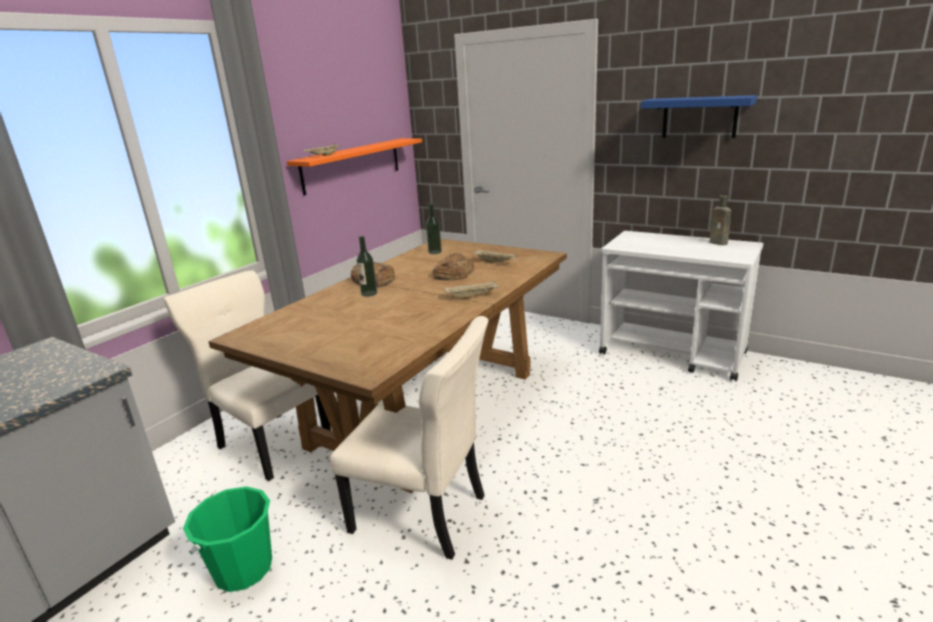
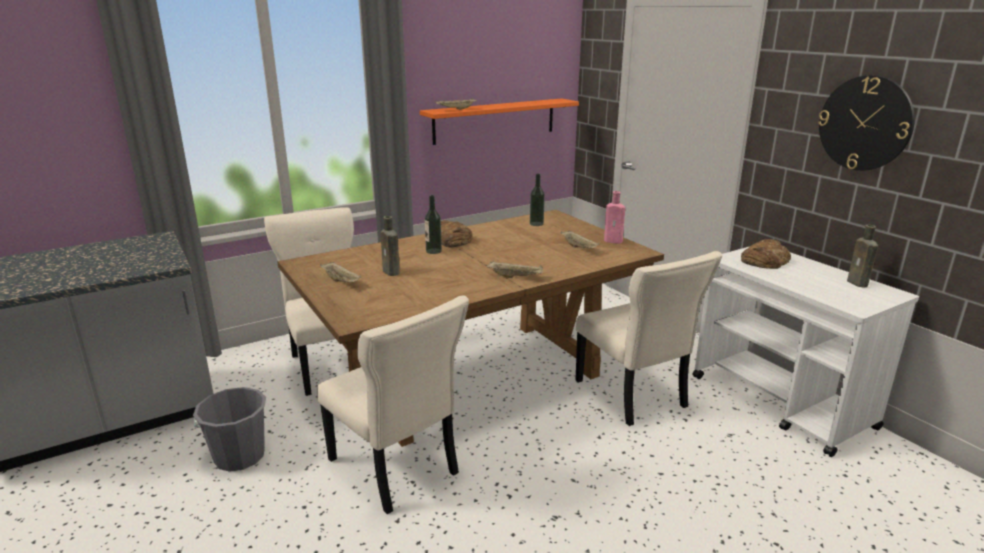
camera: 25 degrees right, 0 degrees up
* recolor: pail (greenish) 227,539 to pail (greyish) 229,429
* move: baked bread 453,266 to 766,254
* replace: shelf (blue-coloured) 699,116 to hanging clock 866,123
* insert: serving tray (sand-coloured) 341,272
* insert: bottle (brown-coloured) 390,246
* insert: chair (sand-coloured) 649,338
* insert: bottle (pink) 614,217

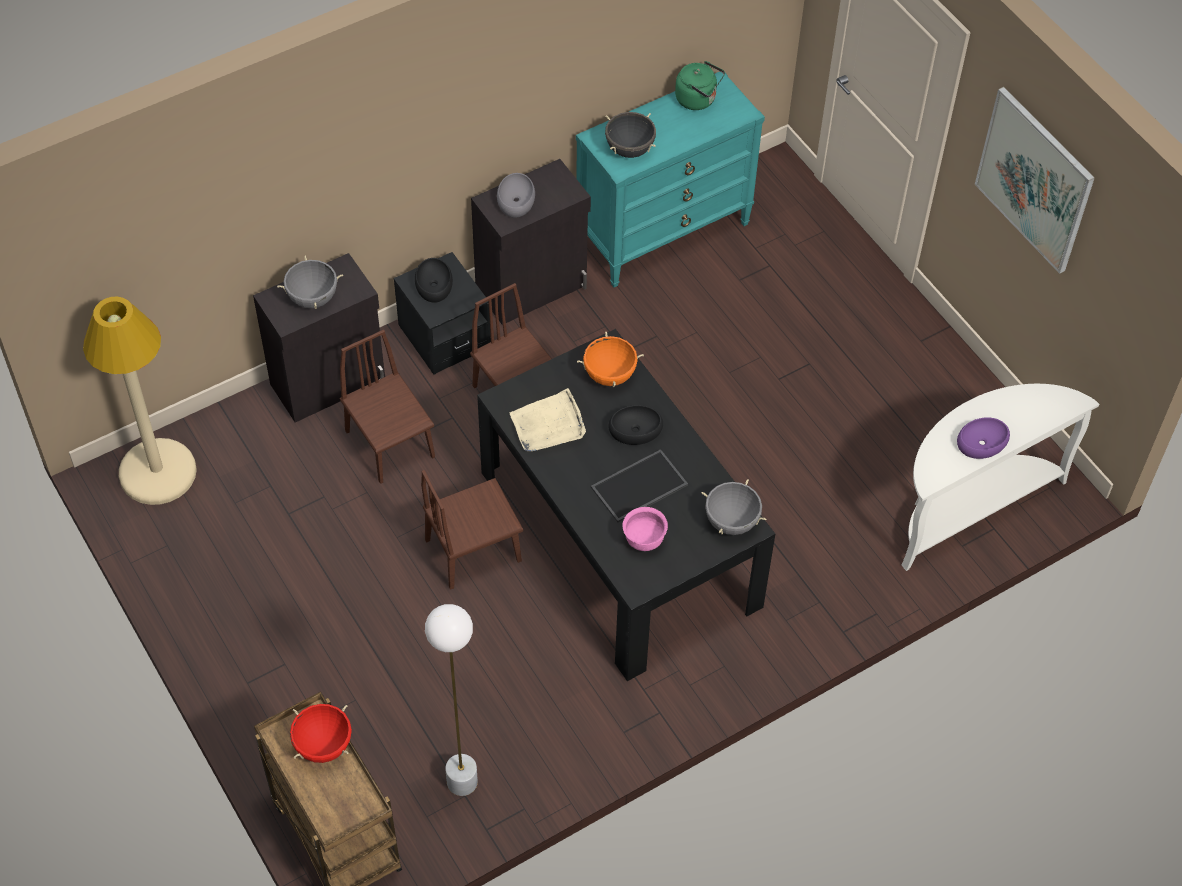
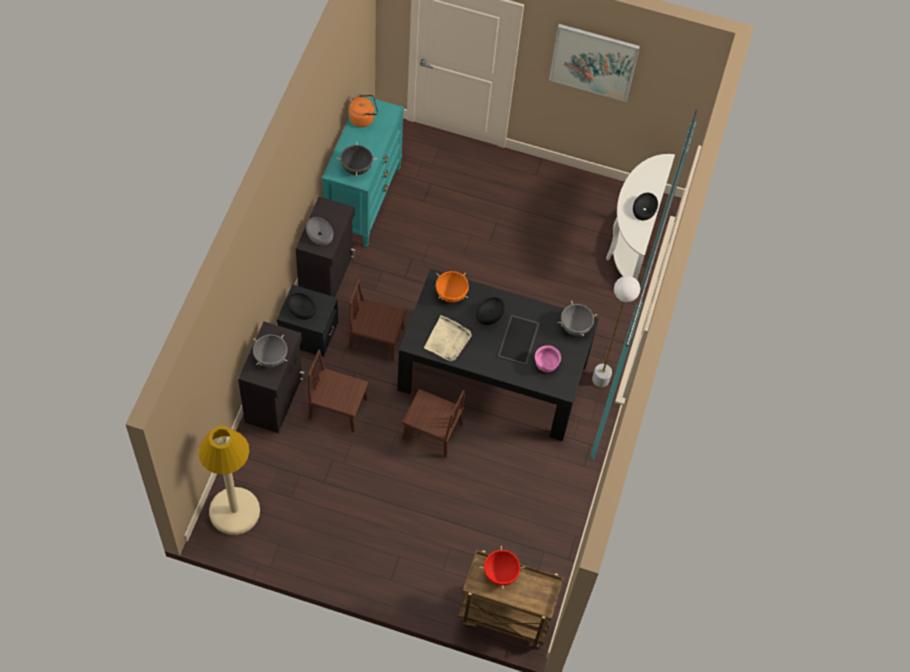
camera: 45 degrees left, 5 degrees up
* rotate: chair (brown-coloured) 472,530 = 433,423 90 degrees counterclockwise
* move: floor lamp (whitish) 451,700 to 616,331
* recolor: kettle (greenish) 700,85 to kettle (orange) 363,110
* recolor: serving bowl (purplish) 983,438 to serving bowl (black) 645,206

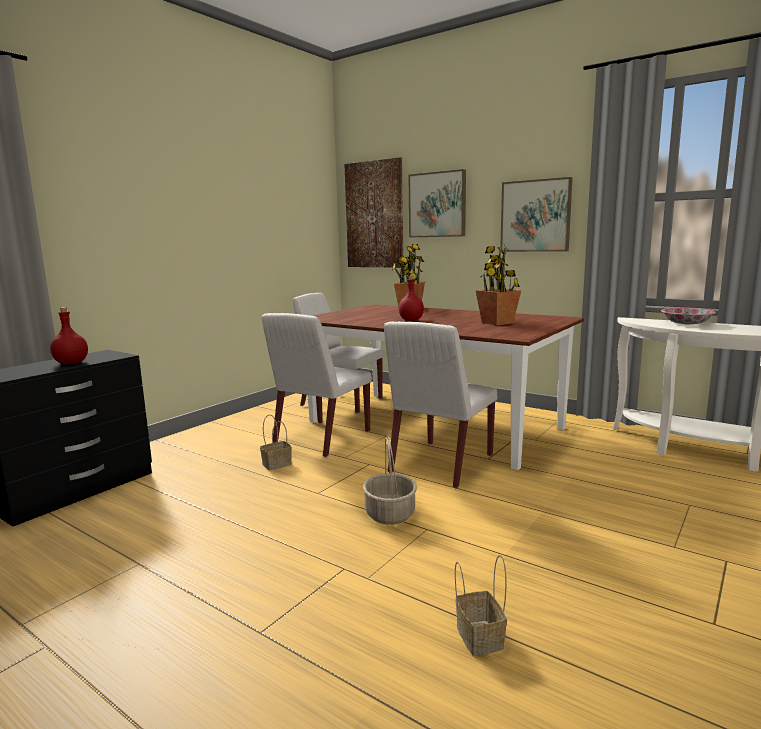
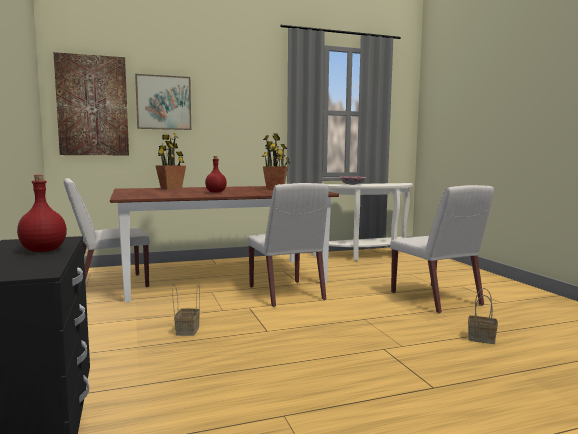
camera: 55 degrees left, 5 degrees down
* move: chair (whitish) 317,385 to 442,249
* delete: basket 390,480
* delete: picture 536,214

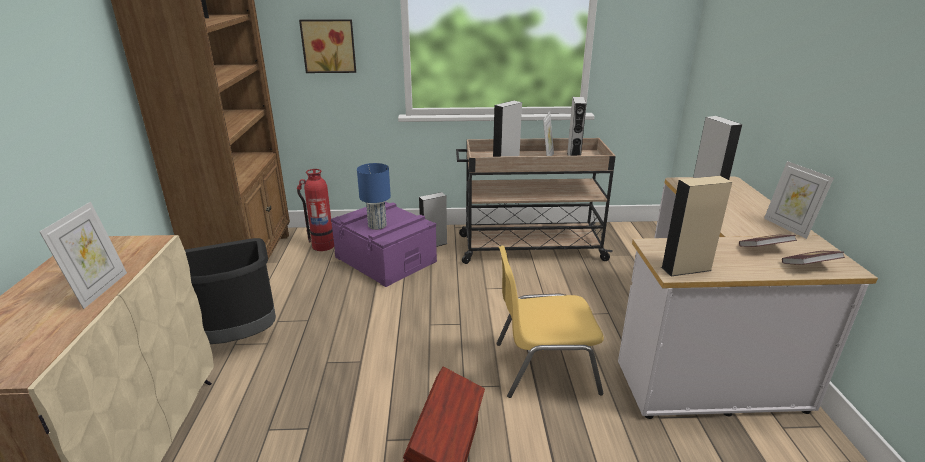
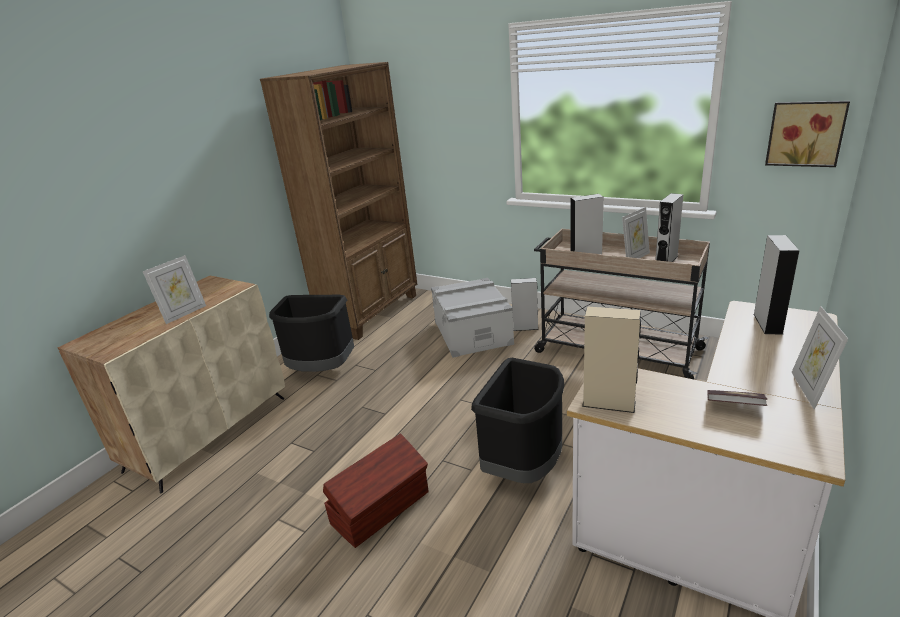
camera: 35 degrees right, 0 degrees up
* delete: fire-fighting cylinder 315,210
* move: picture 327,46 to 807,134
* recolor: storage box (purplish) 384,244 to storage box (greyish) 472,318
* delete: table lamp (blue-coloured) 374,196
* replace: chair (yellow) 550,321 to waste bin (black) 517,420
* delete: bound book 813,258

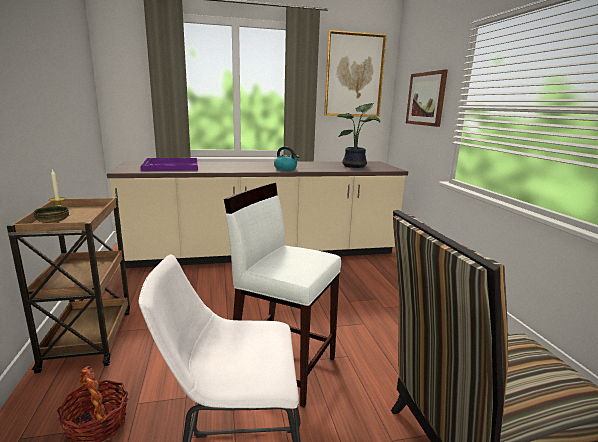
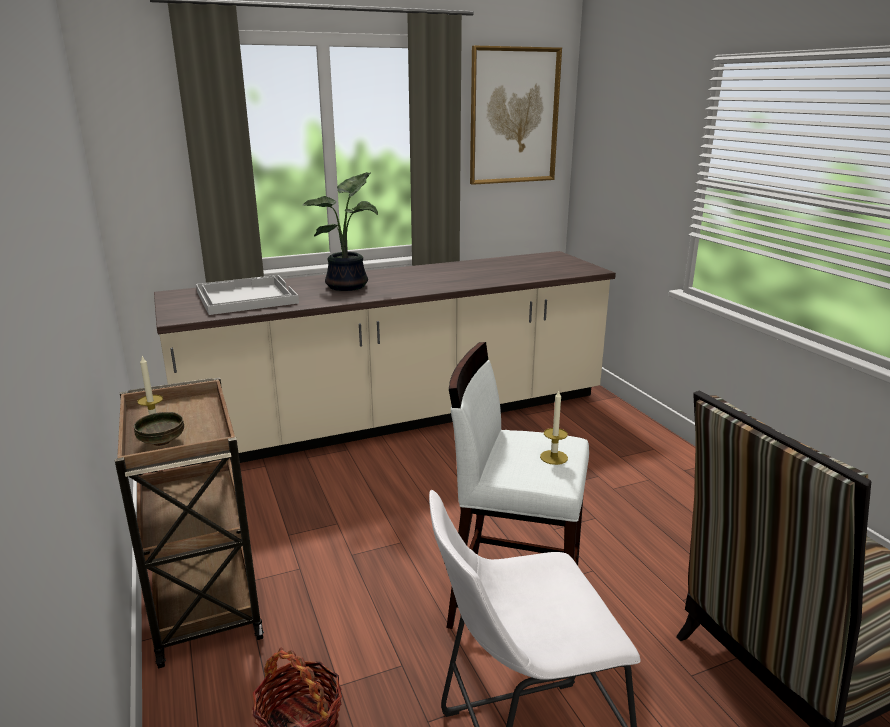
camera: 10 degrees left, 5 degrees up
* recolor: serving tray (purplish) 169,164 to serving tray (whitish) 247,295
* delete: kettle 286,158
* move: plant in a pot 358,135 to 340,231
* delete: picture 427,98
* insert: wax candle 554,427

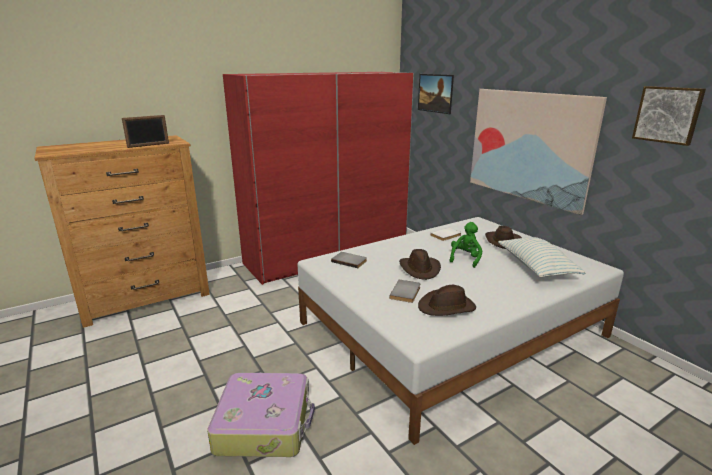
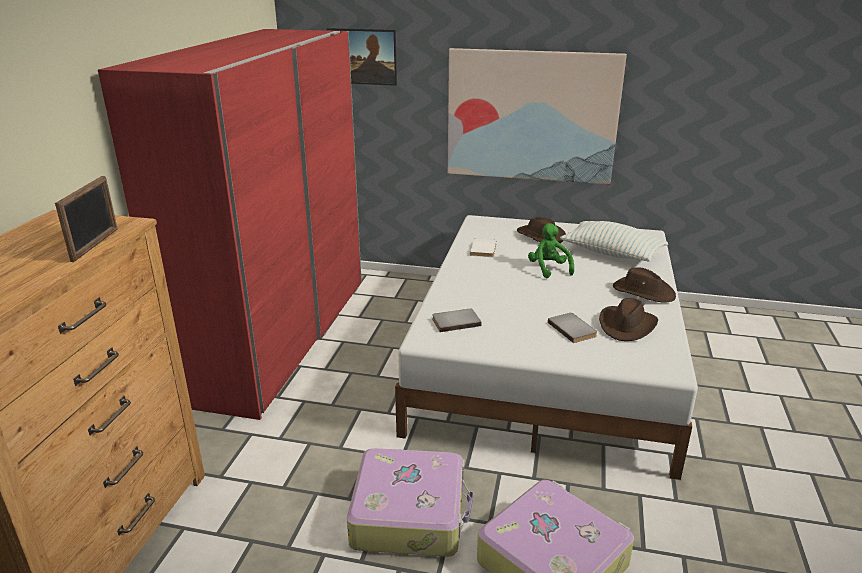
camera: 45 degrees left, 5 degrees up
* move: wearable hat (brown-coloured) 420,264 to 644,285
* delete: picture 669,116
* insert: suitcase 410,502

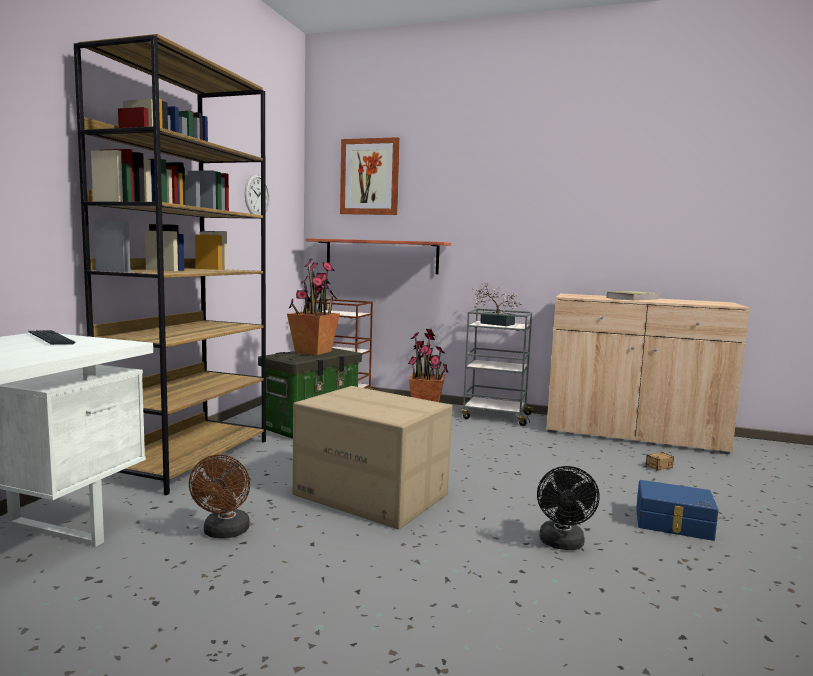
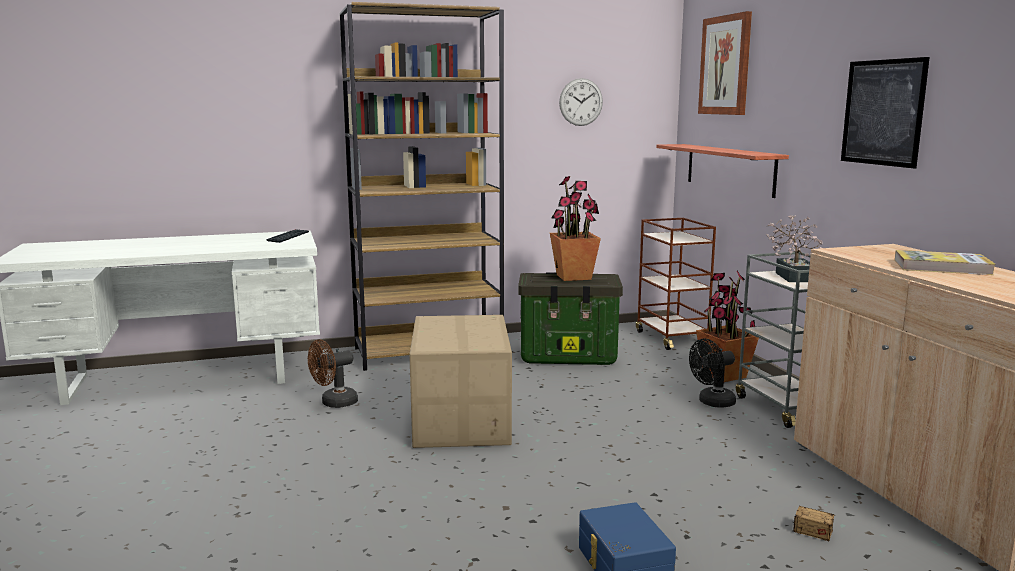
camera: 55 degrees right, 5 degrees up
* move: electric fan (black) 568,508 to 712,373
* insert: picture 885,112

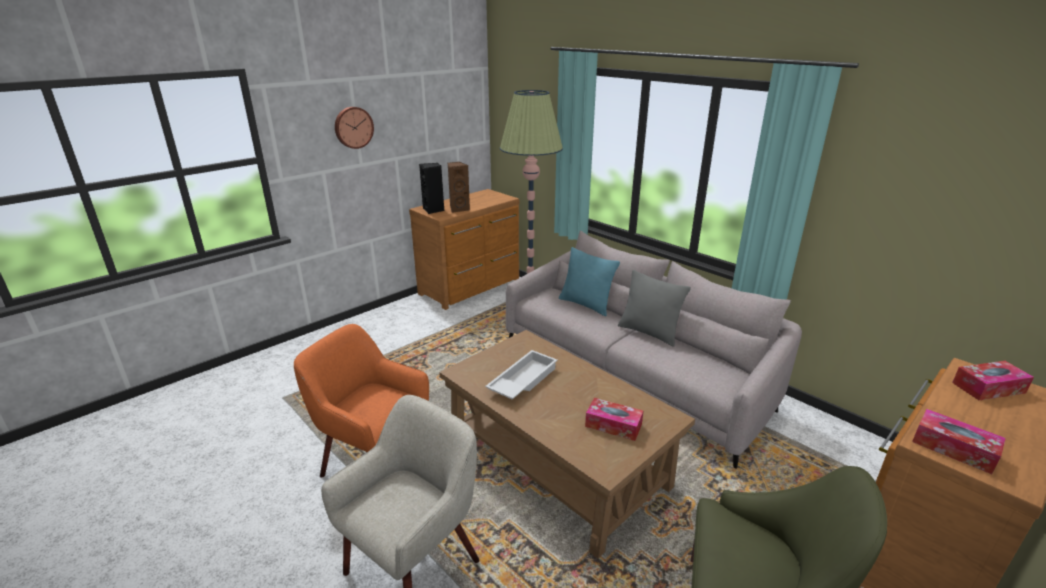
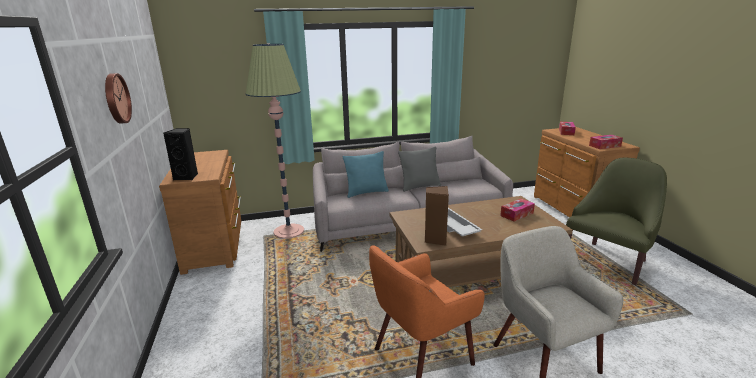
camera: 60 degrees left, 5 degrees down
* move: audio speaker (brown-coloured) 459,187 to 437,216

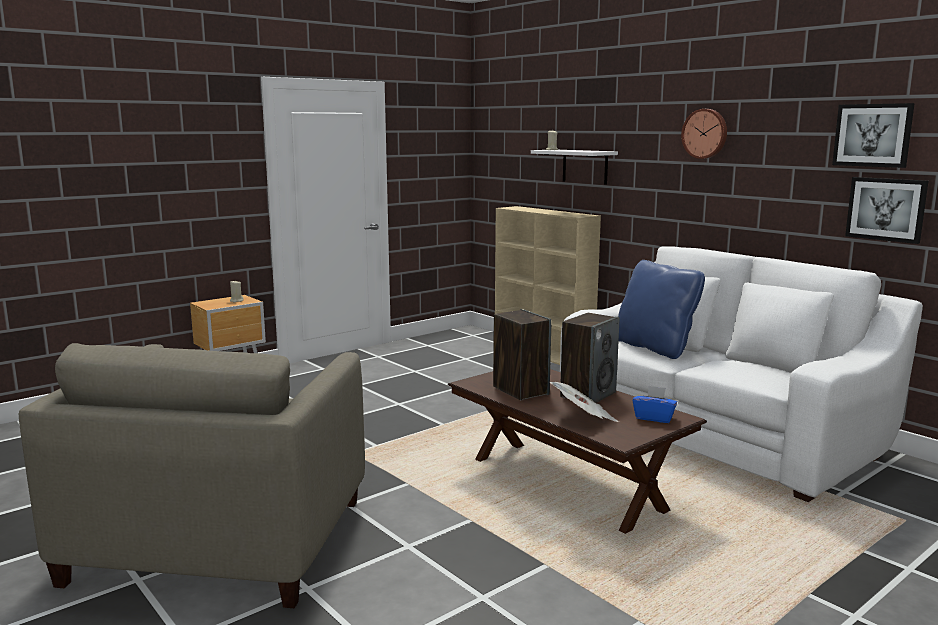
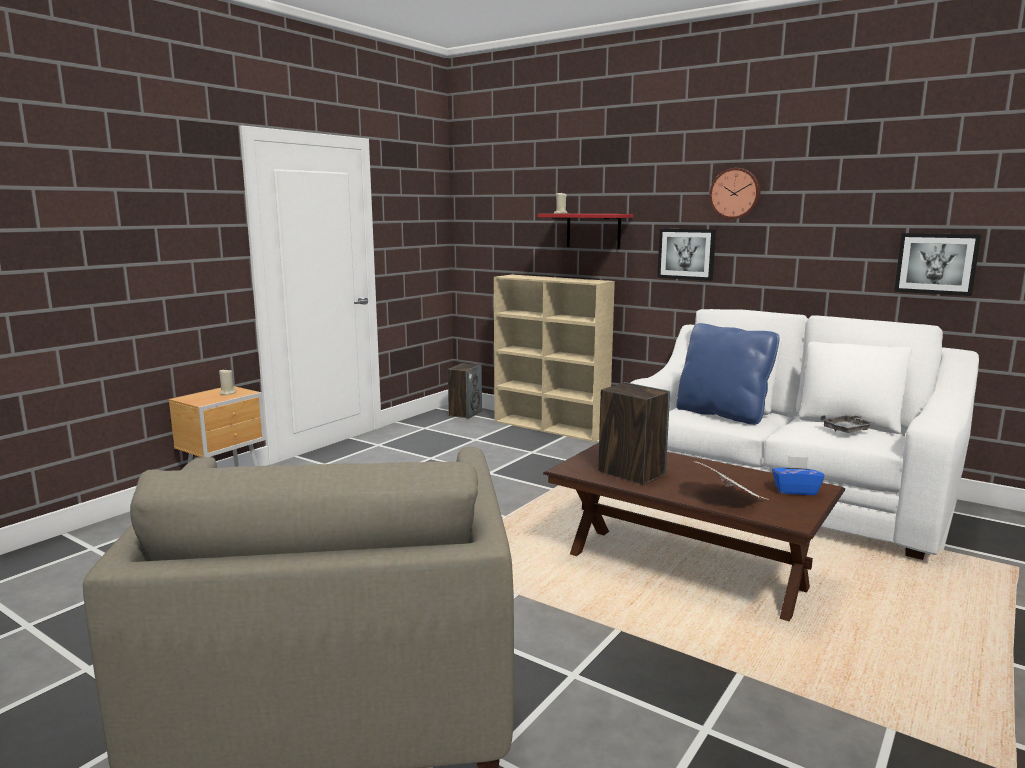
camera: 15 degrees left, 0 degrees up
* recolor: shelf (whitish) 574,167 to shelf (red) 585,231
* move: audio speaker 590,358 to 465,391
* move: picture 873,135 to 686,255
* insert: serving tray (greyish) 848,424

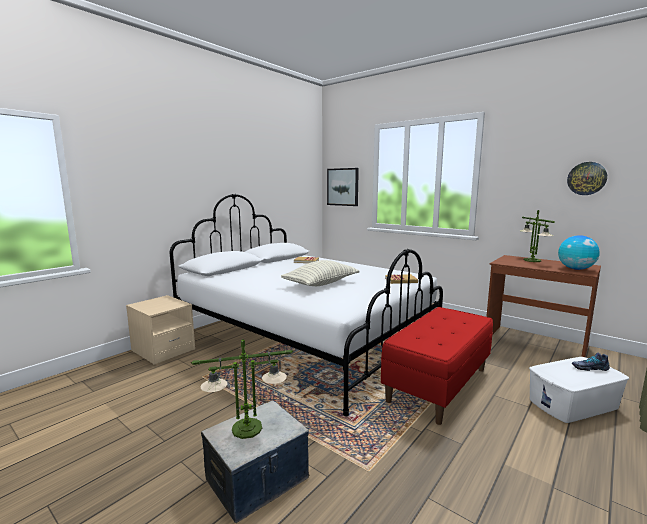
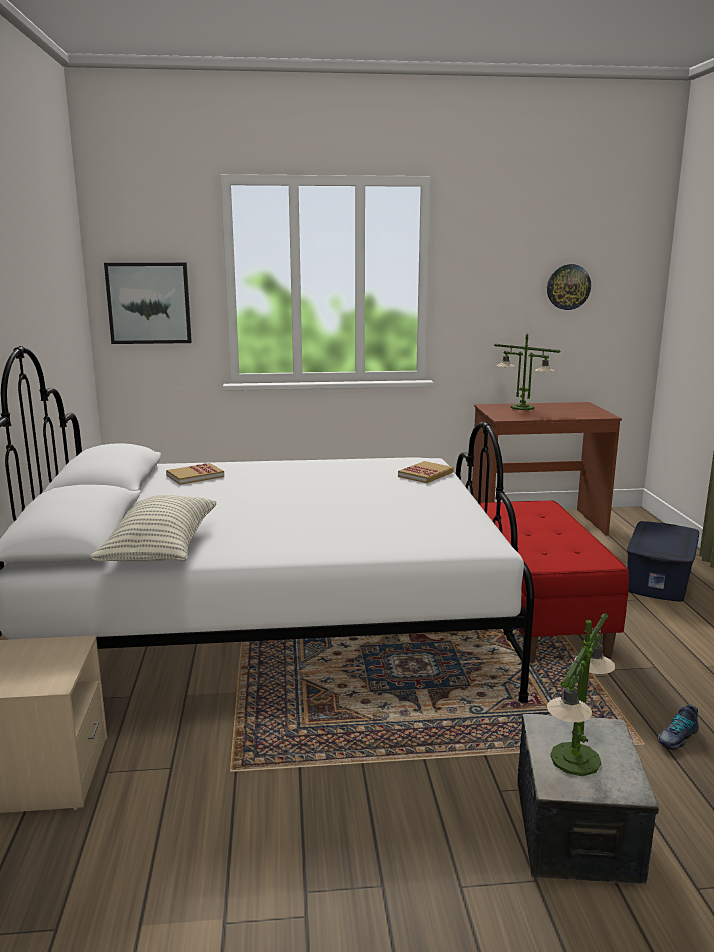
camera: 45 degrees left, 5 degrees up
* move: cushion 320,273 to 153,528
* recolor: storage box (whitish) 579,390 to storage box (blue-coloured) 663,561
* delete: globe 579,252
* move: shoe 591,362 to 678,727

